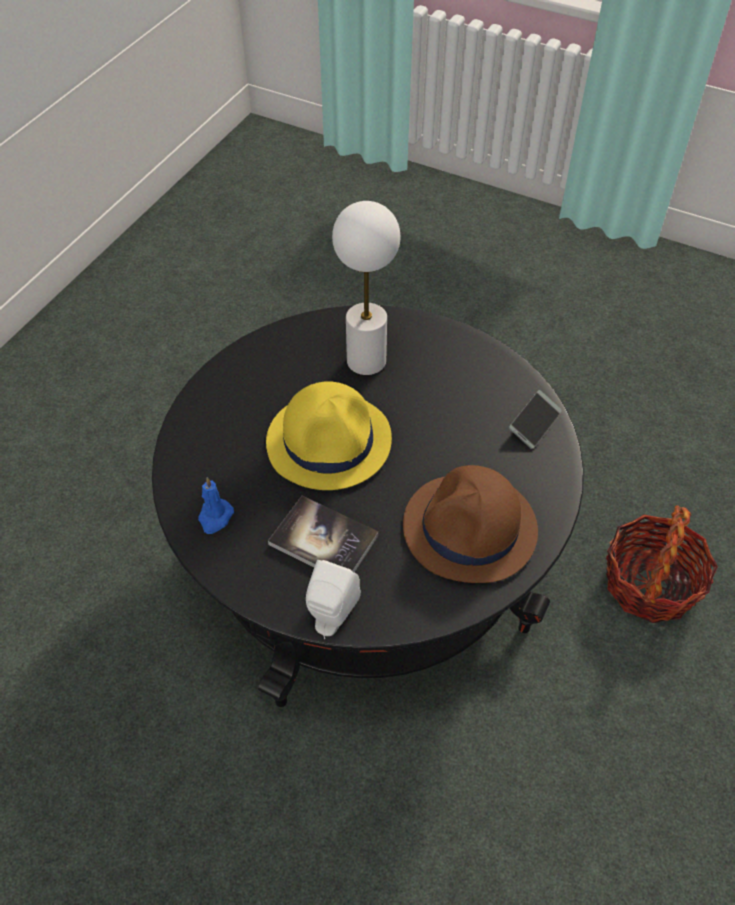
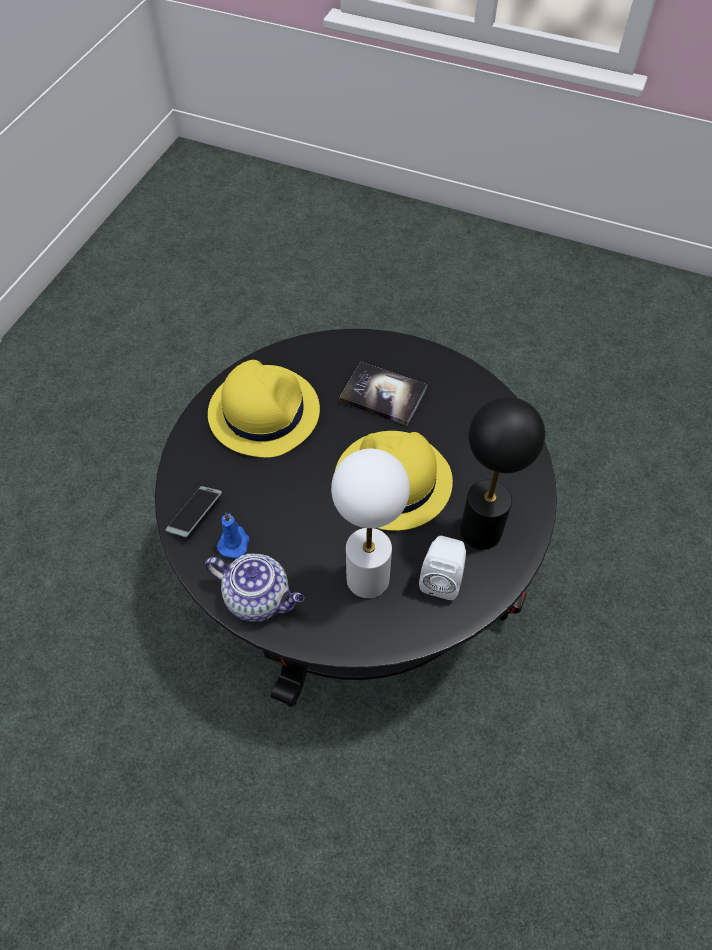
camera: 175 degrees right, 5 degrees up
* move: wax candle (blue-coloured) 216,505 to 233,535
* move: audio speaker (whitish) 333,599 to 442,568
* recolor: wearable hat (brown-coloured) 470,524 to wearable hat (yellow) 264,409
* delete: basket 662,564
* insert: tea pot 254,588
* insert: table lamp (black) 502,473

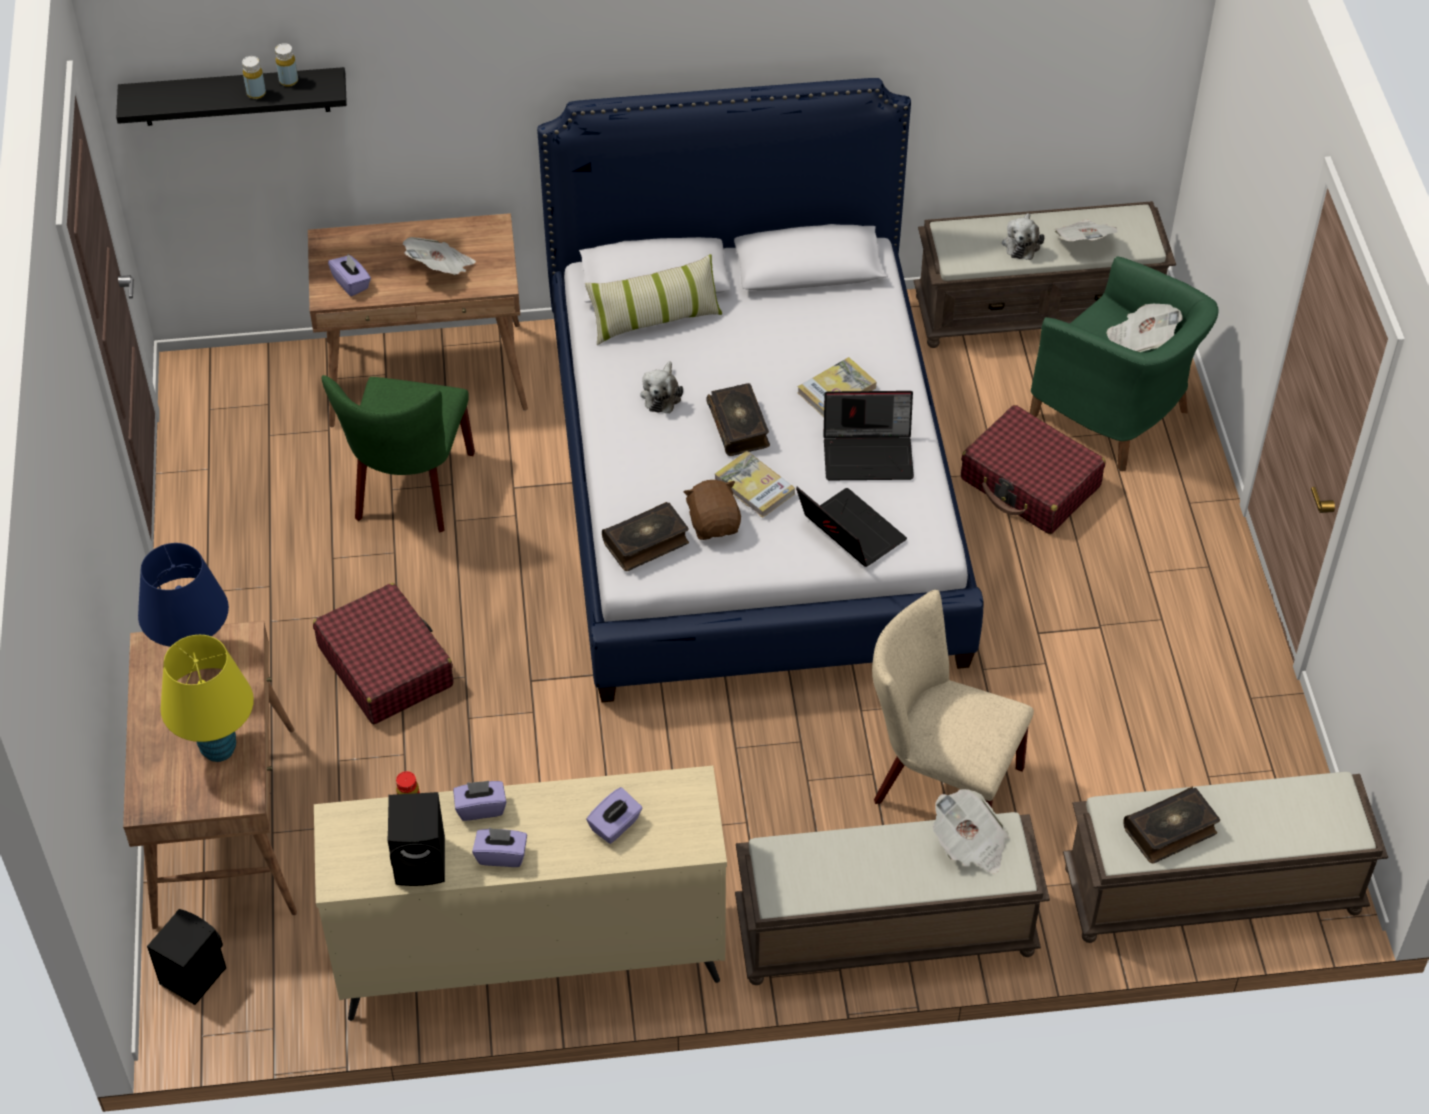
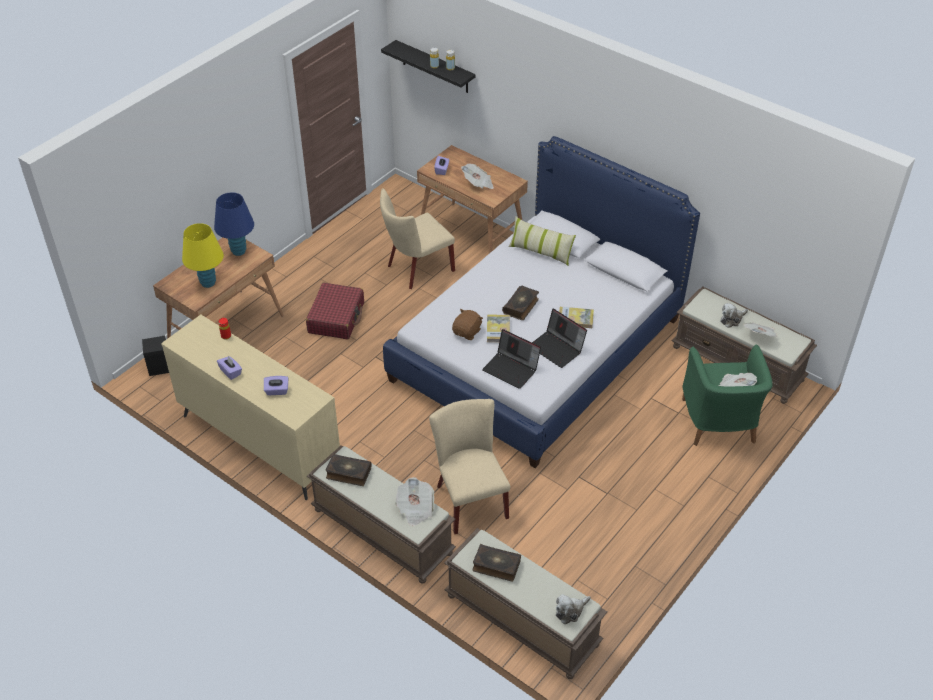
camera: 45 degrees right, 5 degrees down
* recolor: chair (greenish) 398,454 to chair (sand-coloured) 417,238
* delete: audio speaker (black) 416,839
* delete: tissue holder (purplish) 479,801
* move: bound book 645,536 to 349,470
* move: cuddly toy 661,387 to 573,609
* rotate: portable computer 851,527 = 511,359 120 degrees clockwise
* delete: suitcase (red) 1033,469

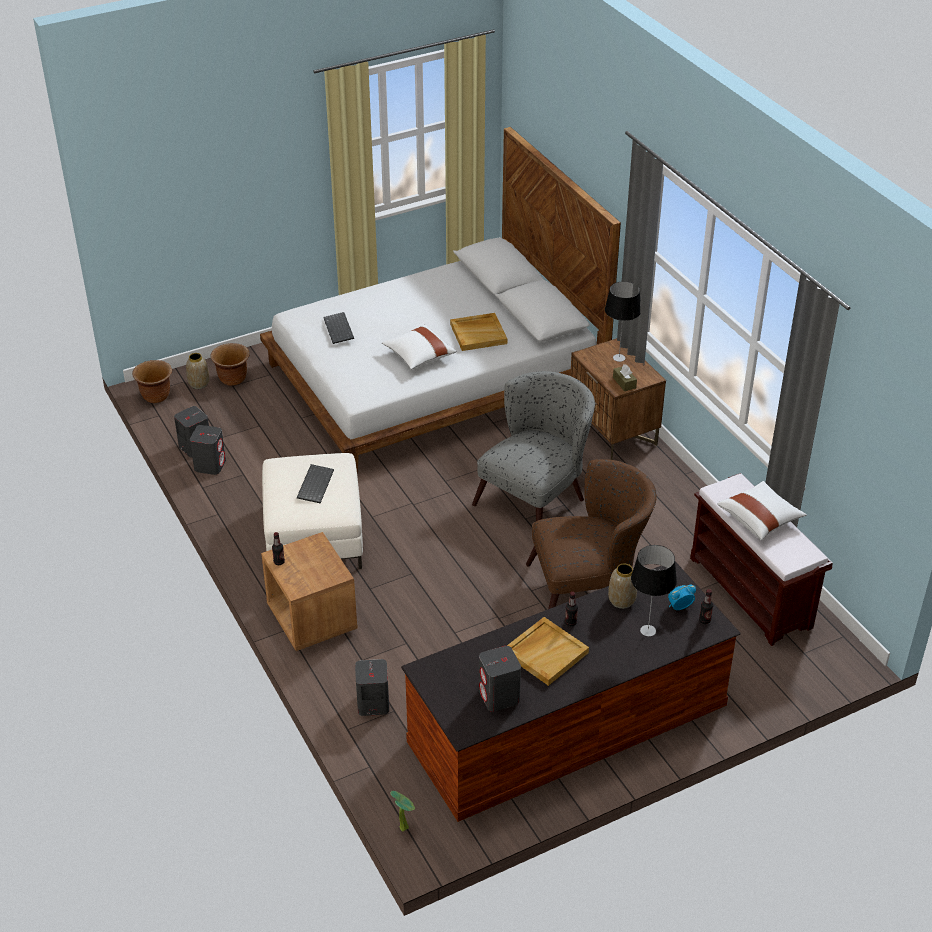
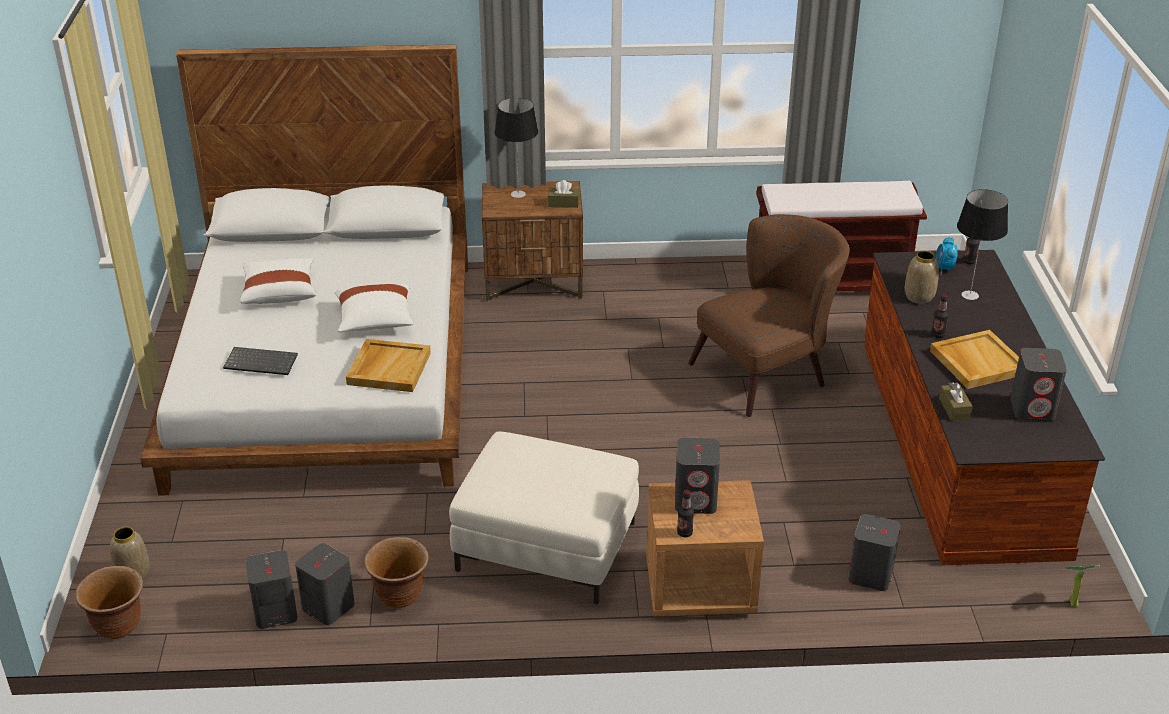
camera: 65 degrees left, 5 degrees down
* move: planter (brown-coloured) 230,364 to 396,573
* delete: PC keyboard 315,484
* move: serving tray (sand-coloured) 478,332 to 388,365
* delete: lounge chair (greyish) 533,446
* rotate: lounge chair (brown-coloured) 591,534 = 769,315 45 degrees clockwise
* move: cushion (whitish) 762,510 to 278,281
* insert: audio speaker (greyish) 697,476
* insert: tissue holder (brown-coloured) 956,401

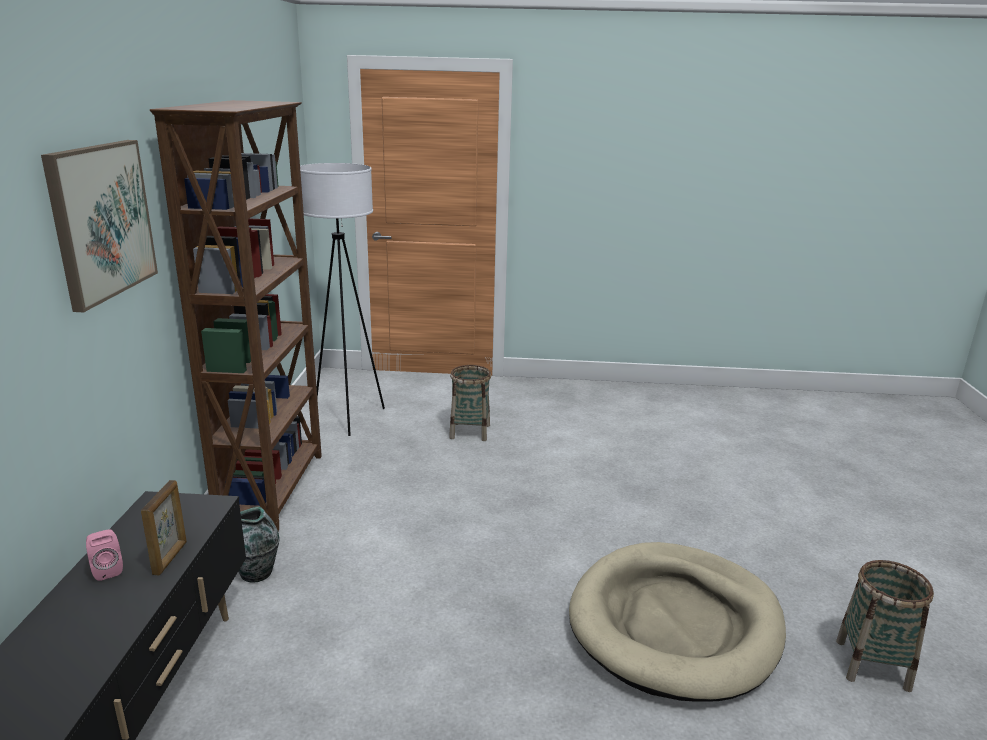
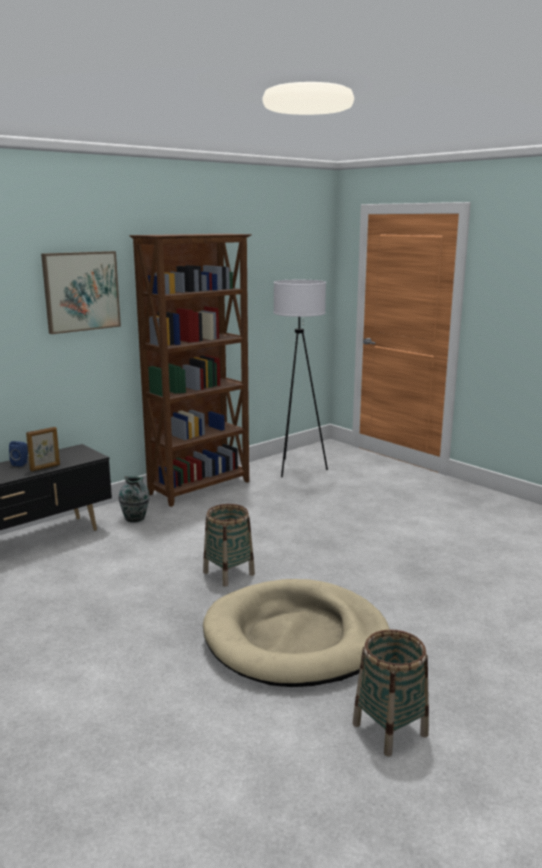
camera: 45 degrees right, 5 degrees down
* recolor: audio speaker (pink) 104,555 to audio speaker (blue-coloured) 18,454
* move: basket 470,403 to 229,545

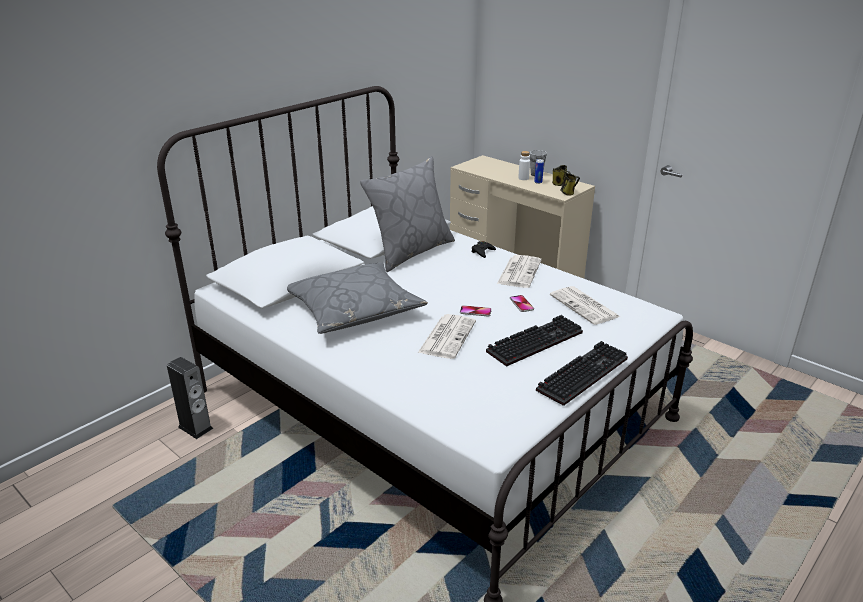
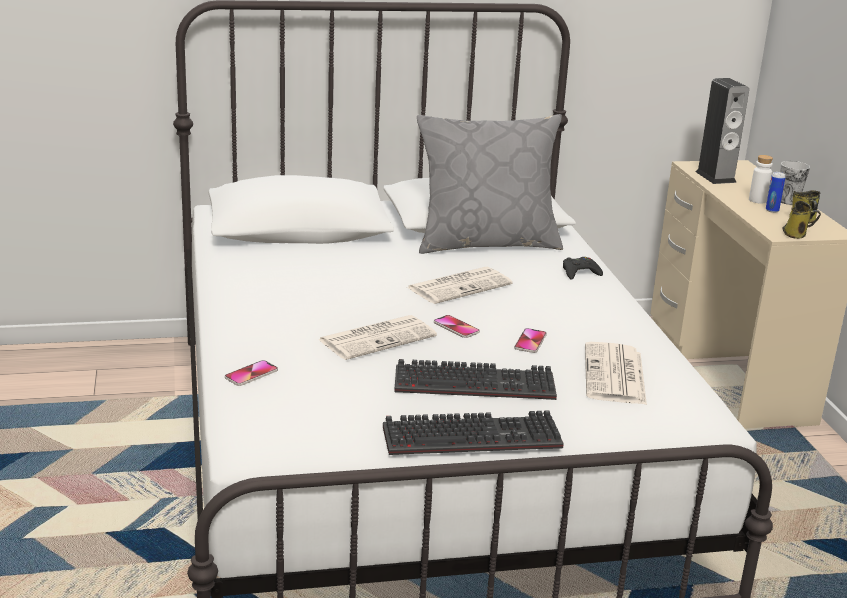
camera: 35 degrees right, 5 degrees down
* move: audio speaker 190,398 to 722,131
* delete: cushion (greyish) 357,298
* move: daily paper 519,271 to 460,285
* insert: telephone 251,373

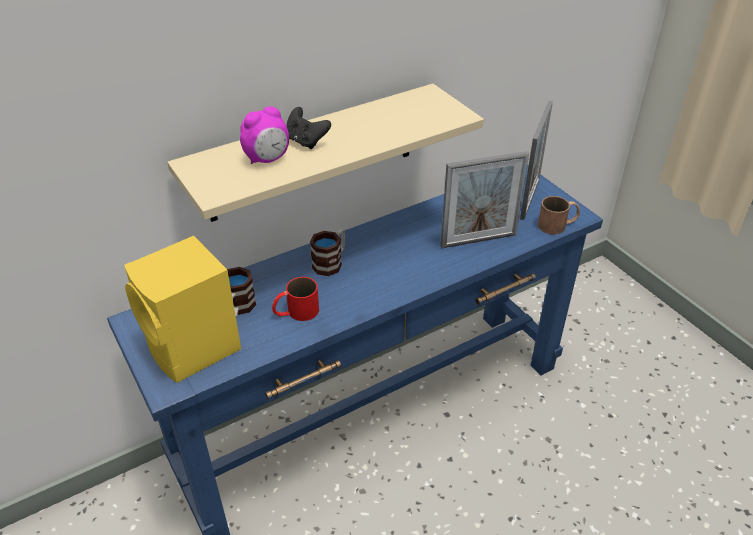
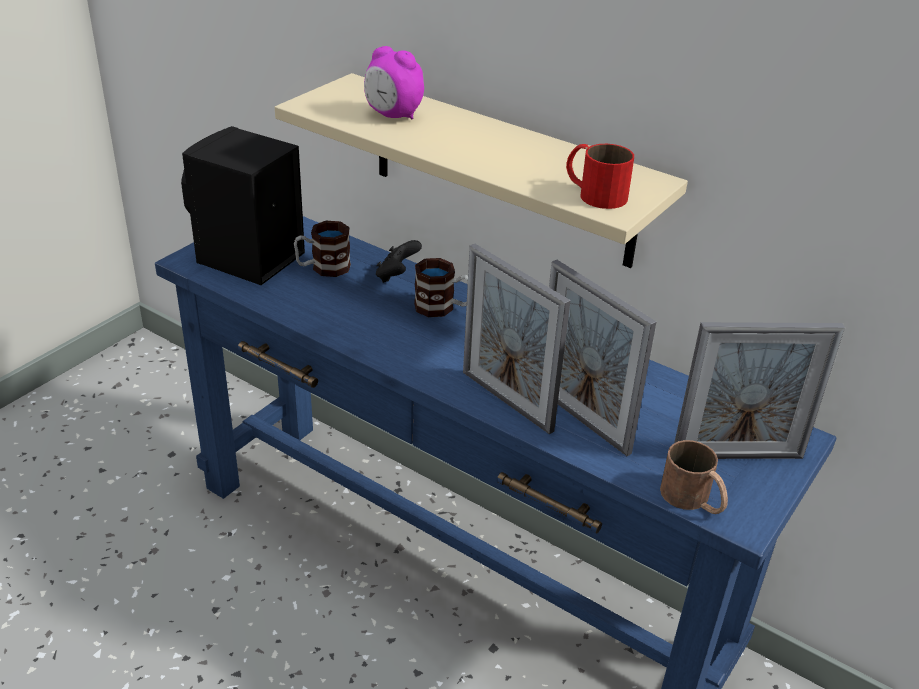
camera: 65 degrees right, 5 degrees down
* recolor: audio speaker (yellow) 182,309 to audio speaker (black) 243,205
* move: coffee mug (red) 295,299 to 600,176
* move: game controller (black) 308,128 to 399,261
* insert: picture frame 517,339

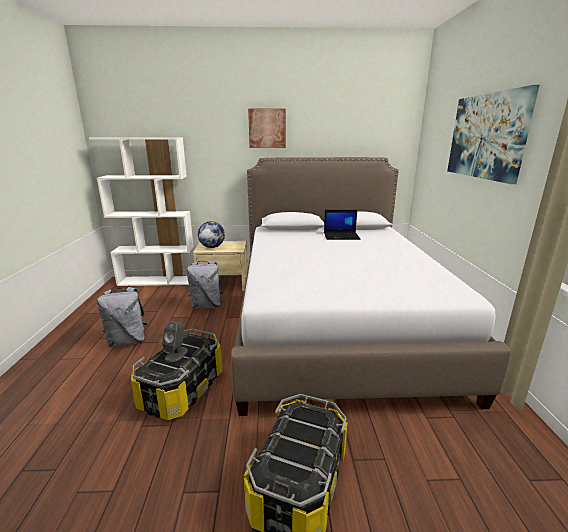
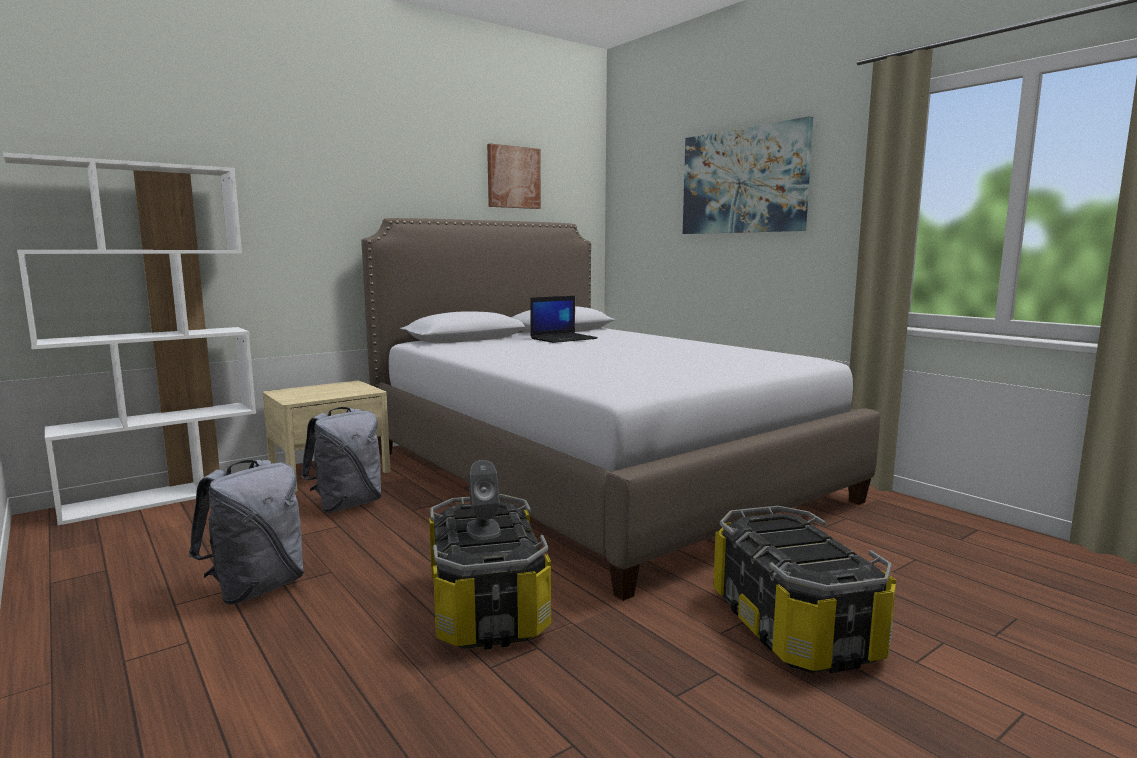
camera: 35 degrees left, 10 degrees down
* delete: globe 211,234
* move: picture 267,128 to 514,176

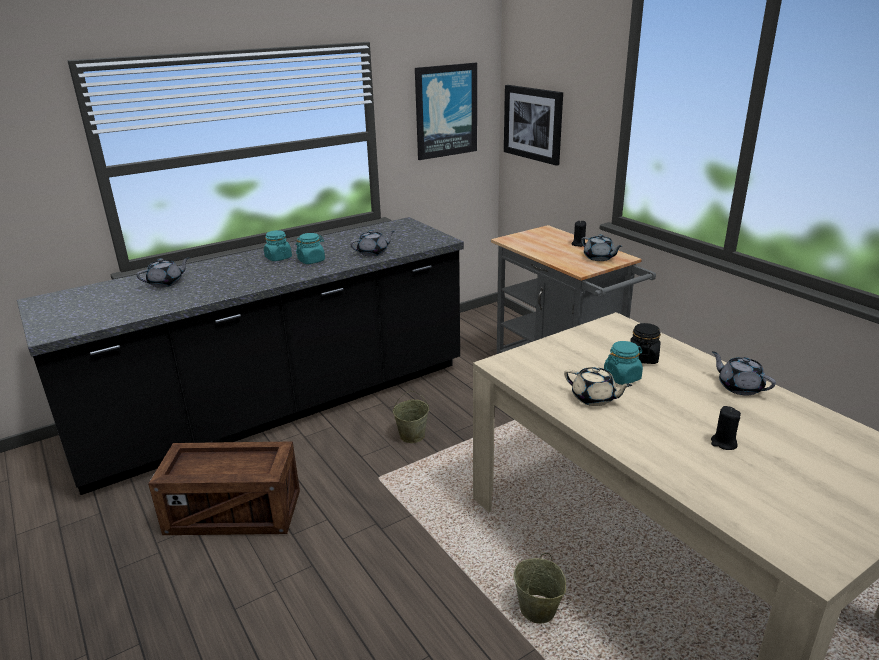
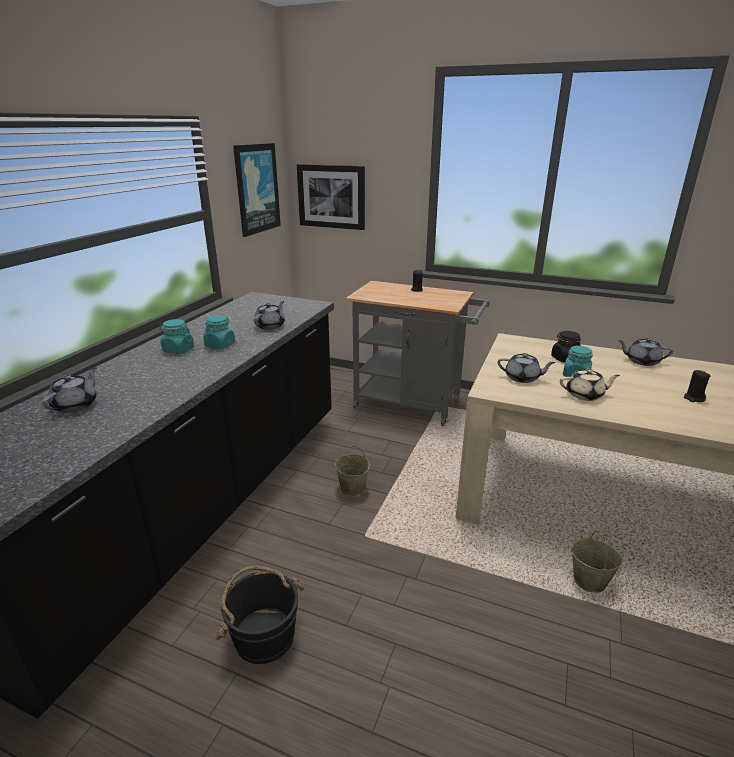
camera: 35 degrees left, 0 degrees up
* replace: packing crate 224,488 to pail (black) 260,615
* move: tea pot (greyish) 601,247 to 527,368

